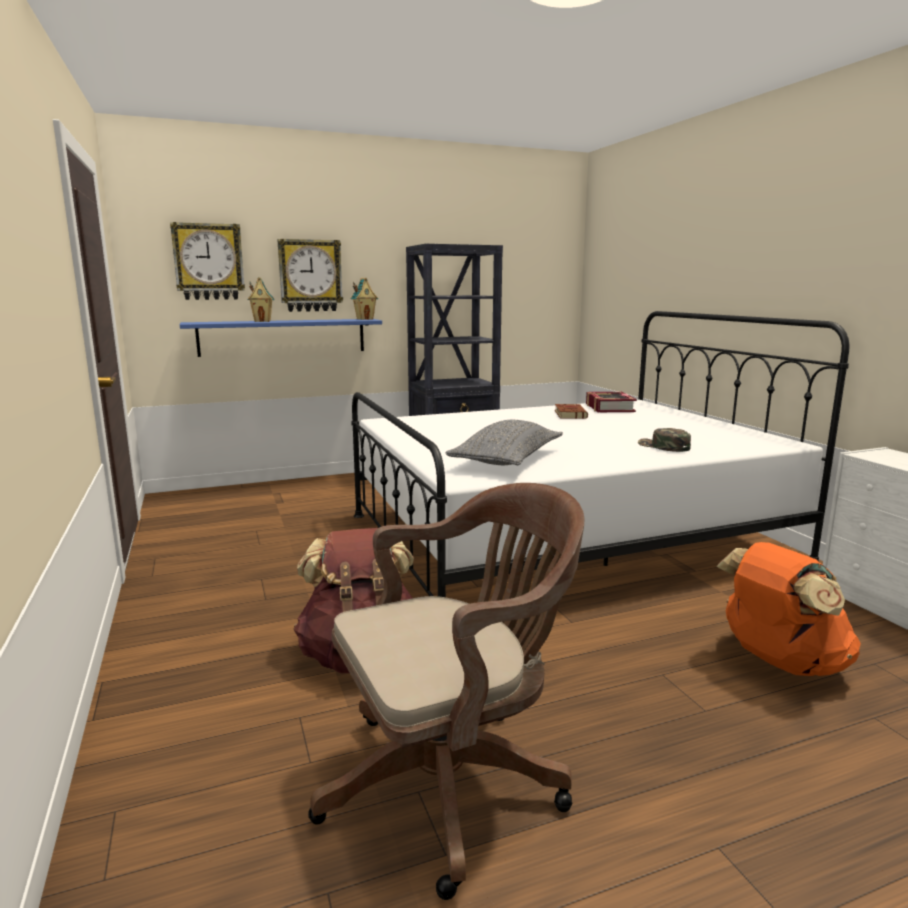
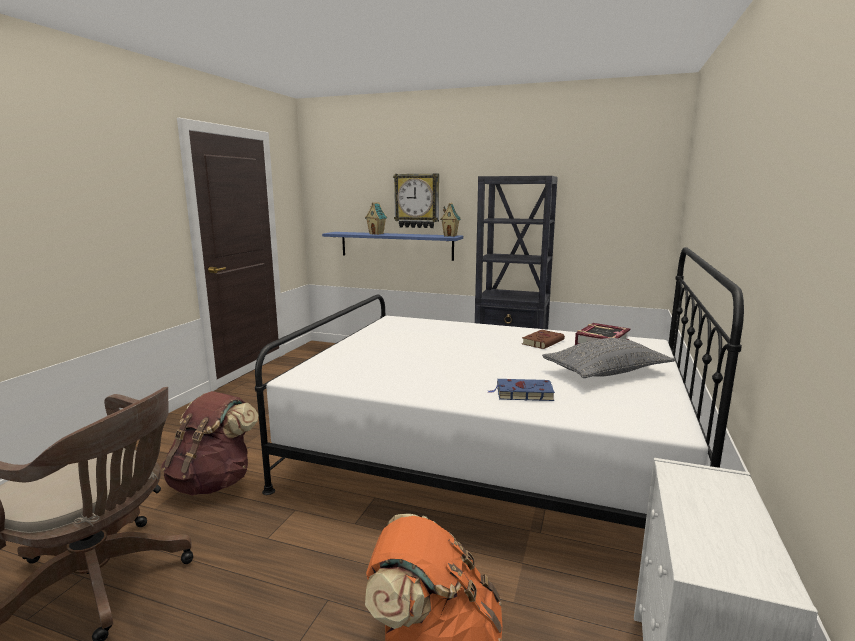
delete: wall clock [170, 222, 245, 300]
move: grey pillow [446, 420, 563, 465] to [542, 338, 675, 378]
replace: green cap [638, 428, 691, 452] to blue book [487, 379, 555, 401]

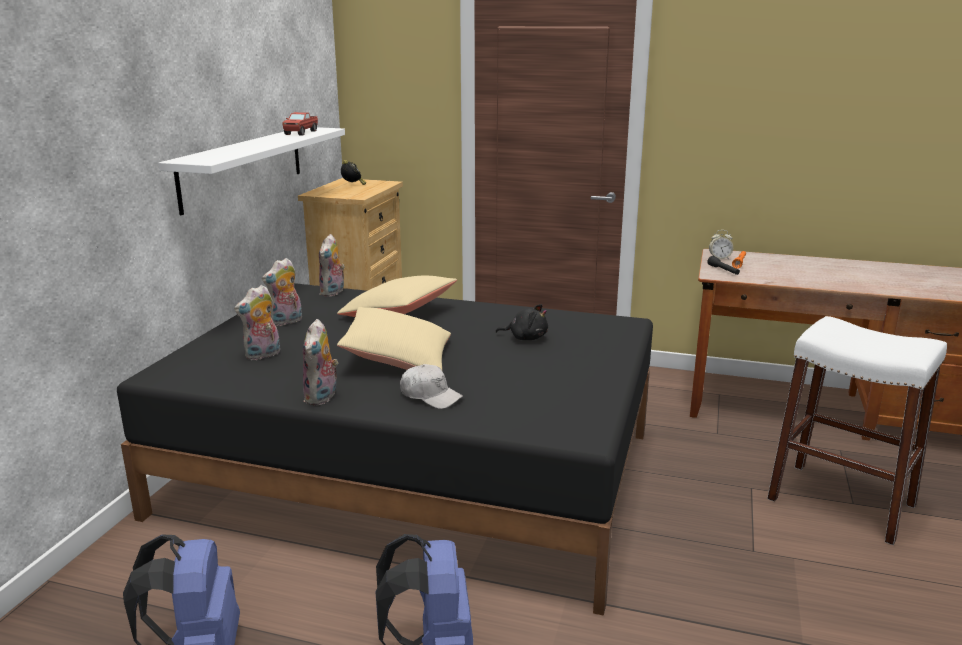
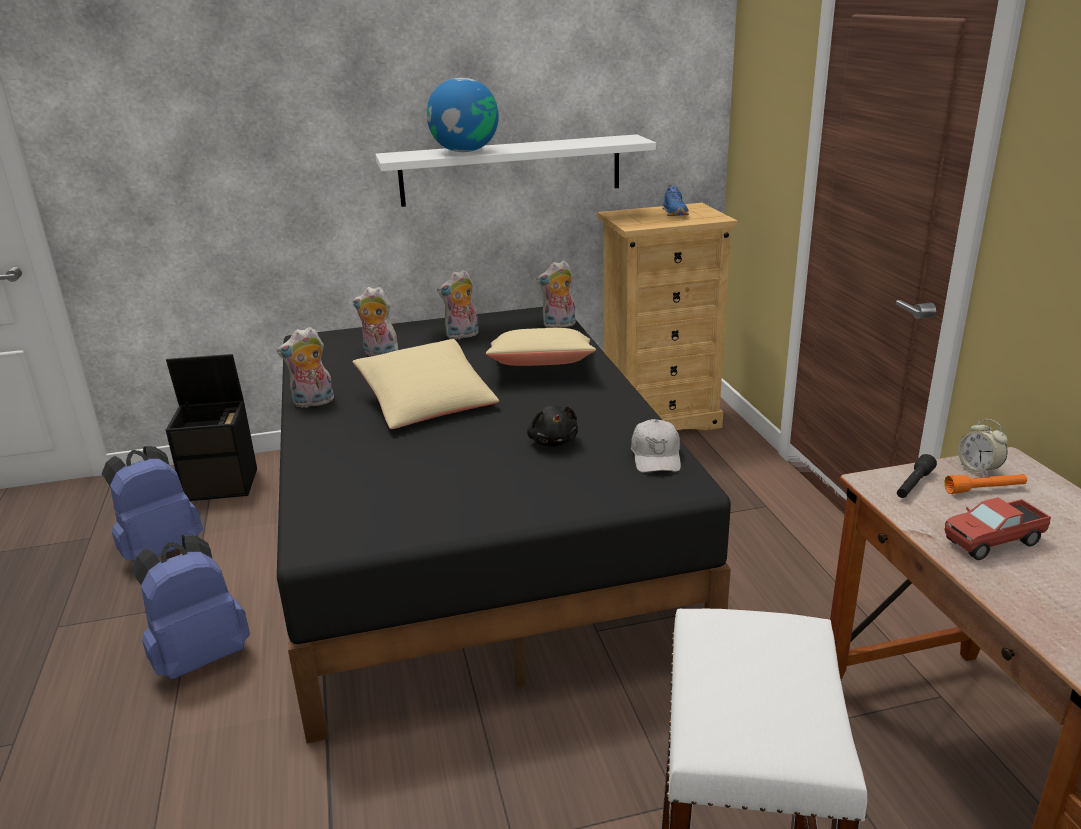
insert: black storage box [166, 354, 257, 501]; globe [426, 78, 499, 152]
move: white cap [400, 364, 463, 409] to [631, 419, 681, 473]; toy truck [282, 112, 318, 136] to [944, 497, 1051, 560]
replace: alarm clock [341, 160, 366, 185] to blue shoe [662, 184, 689, 216]
rotate: plush toy [262, 258, 302, 326] = [437, 270, 478, 340] 45 degrees counterclockwise

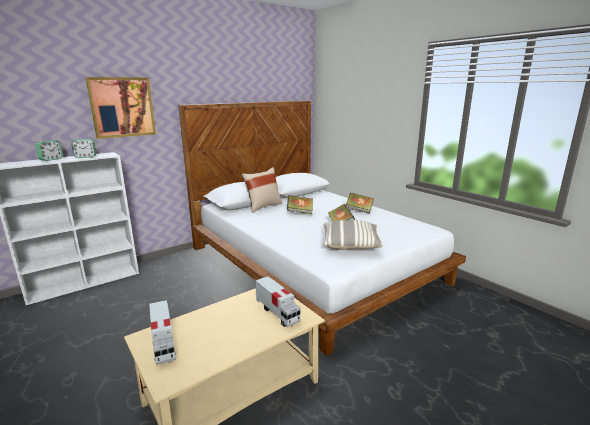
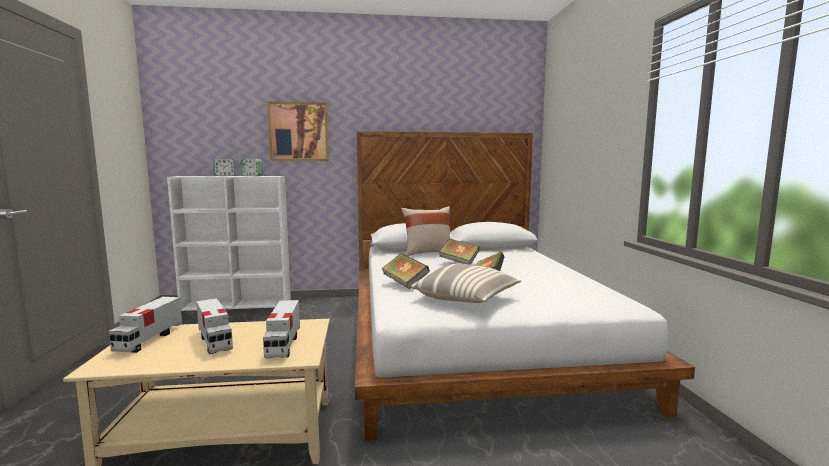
insert: toy truck [196, 298, 233, 354]
move: book [346, 193, 374, 214] to [381, 253, 430, 289]

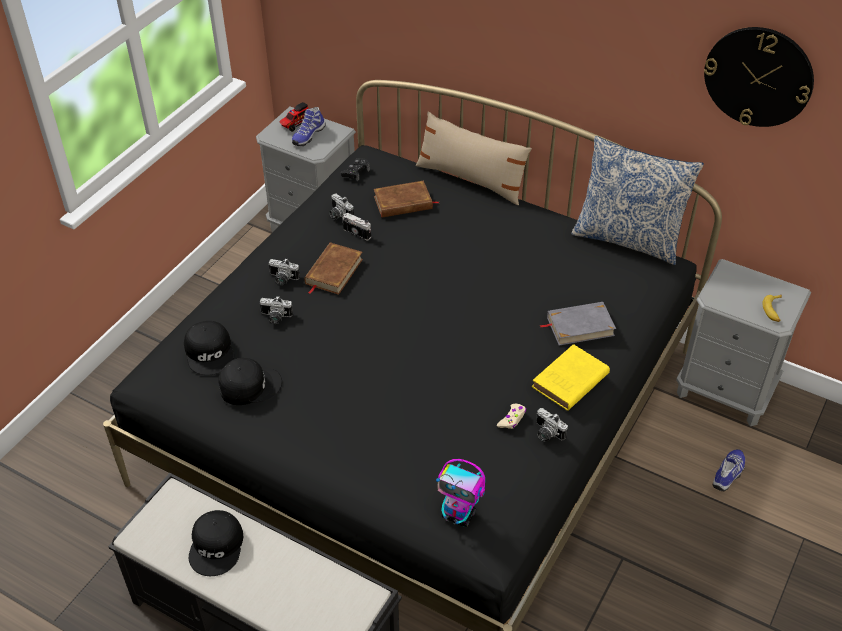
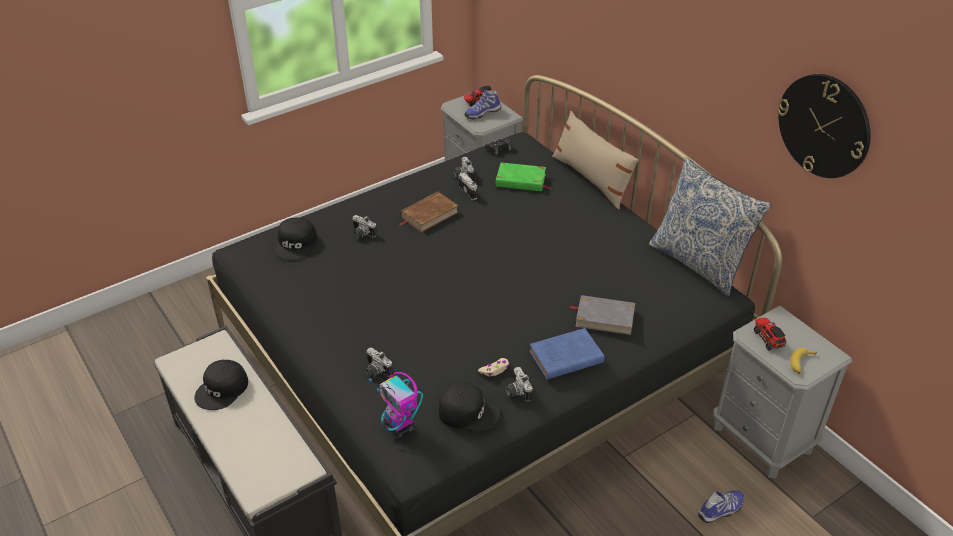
insert: toy truck [754, 318, 787, 351]
move: photo camera [269, 258, 300, 285] to [365, 347, 393, 377]; black cap [218, 358, 282, 405] to [439, 382, 501, 431]
recolor: brown book [374, 180, 439, 218] to green book [496, 162, 551, 191]; yellow book [532, 344, 610, 411] to blue book [529, 328, 604, 379]

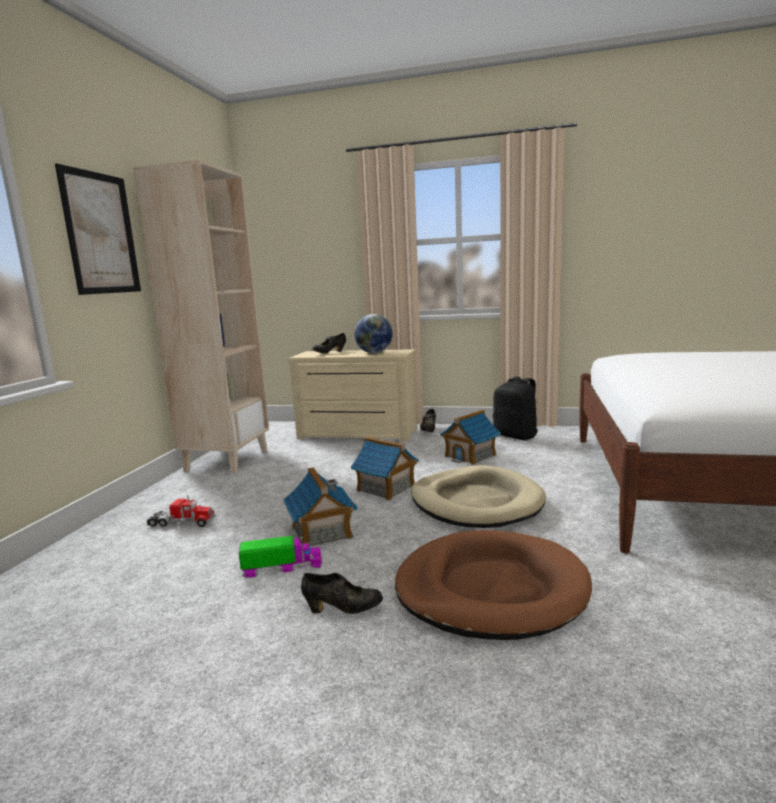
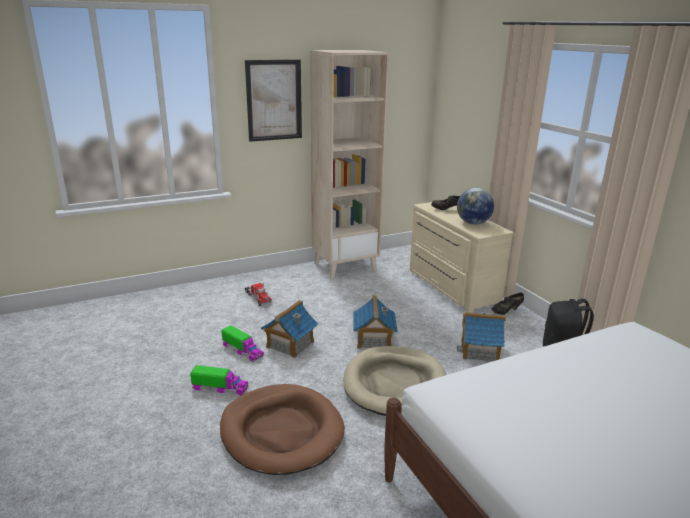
replace: black shoe [301, 573, 383, 614] to toy truck [190, 365, 249, 395]

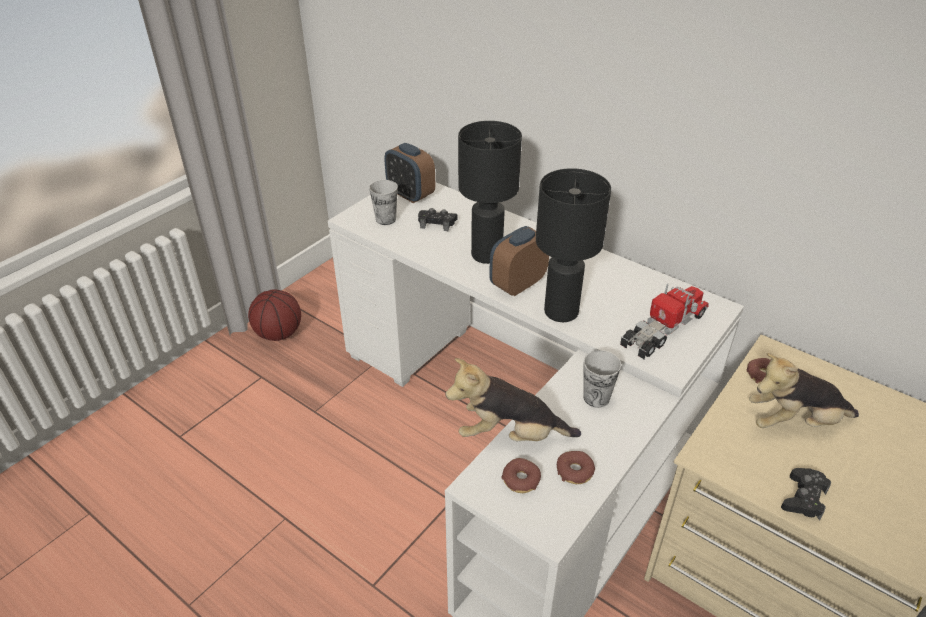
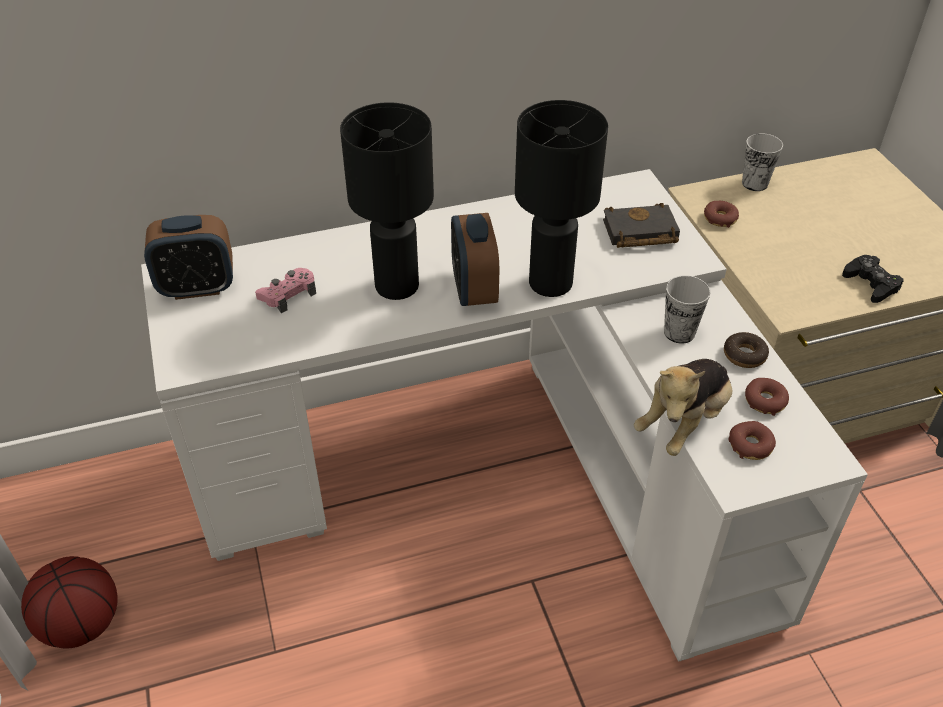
delete: plush toy [749, 353, 859, 428]
insert: donut [724, 332, 769, 368]
move: cup [369, 180, 398, 225] to [742, 133, 783, 191]
replace: toy truck [620, 284, 709, 360] to black book [603, 203, 680, 248]
recolor: black game controller [418, 208, 457, 231] to pink game controller [255, 268, 316, 314]

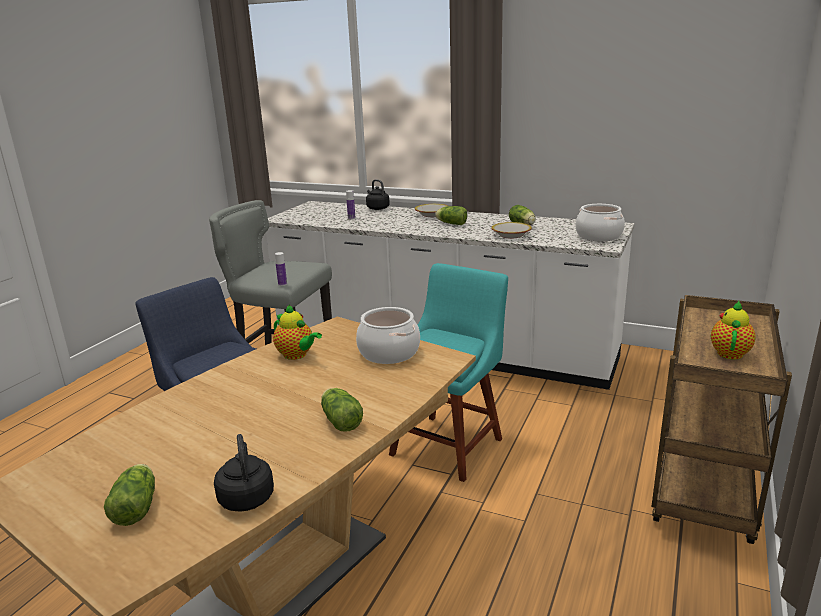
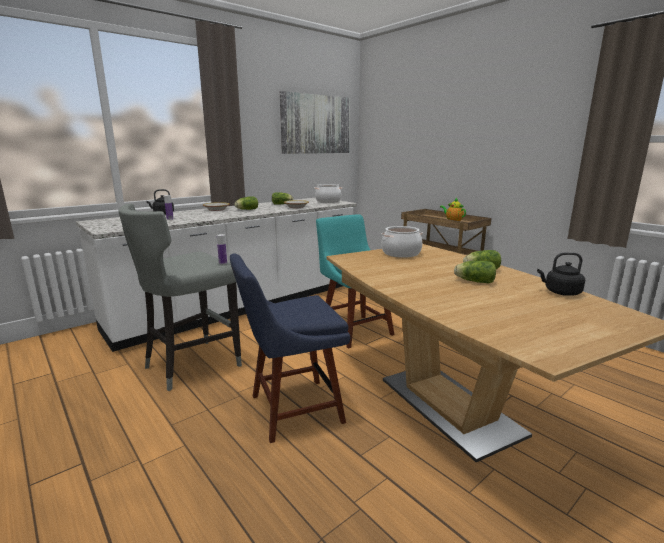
delete: teapot [273, 305, 322, 360]
insert: picture [280, 91, 350, 154]
move: lettuce [104, 464, 155, 526] to [454, 261, 496, 283]

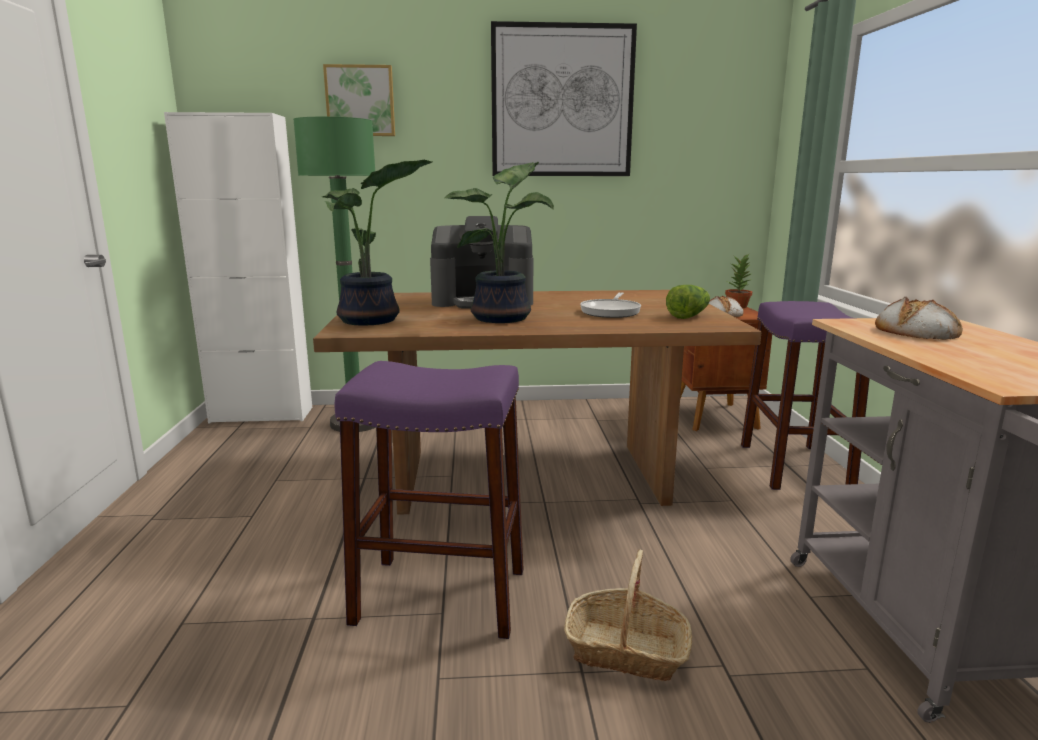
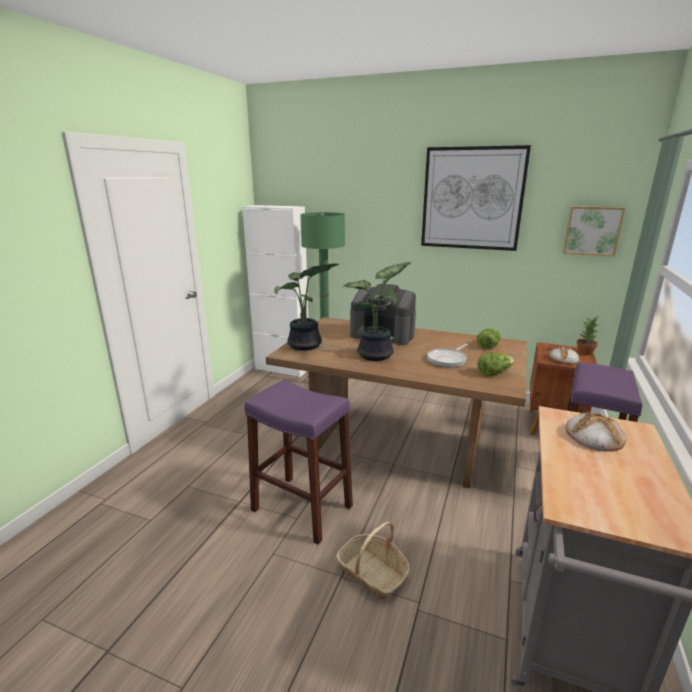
insert: lettuce [477, 329, 500, 349]
move: picture [323, 64, 395, 136] to [563, 206, 625, 257]

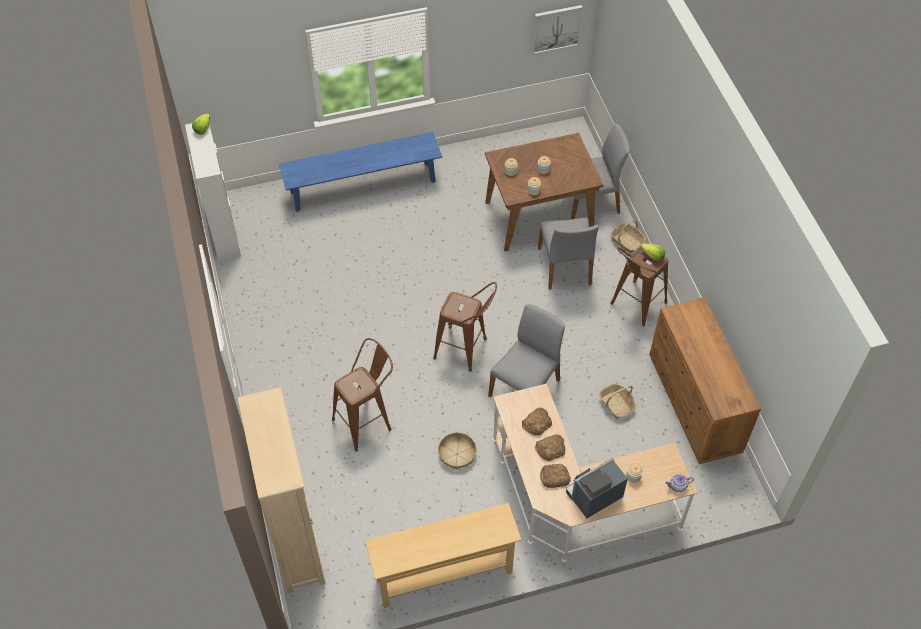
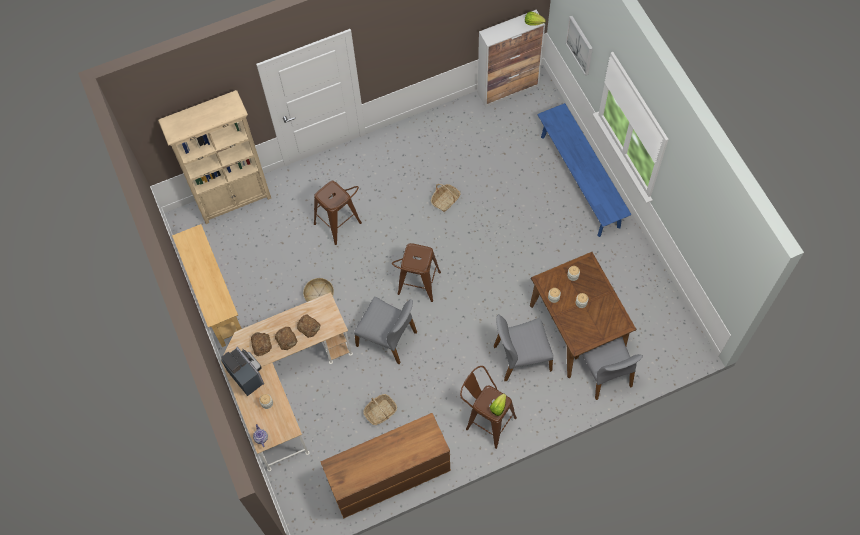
move: basket [611, 220, 646, 253] to [431, 184, 461, 212]; picture [532, 5, 583, 54] to [566, 16, 593, 76]

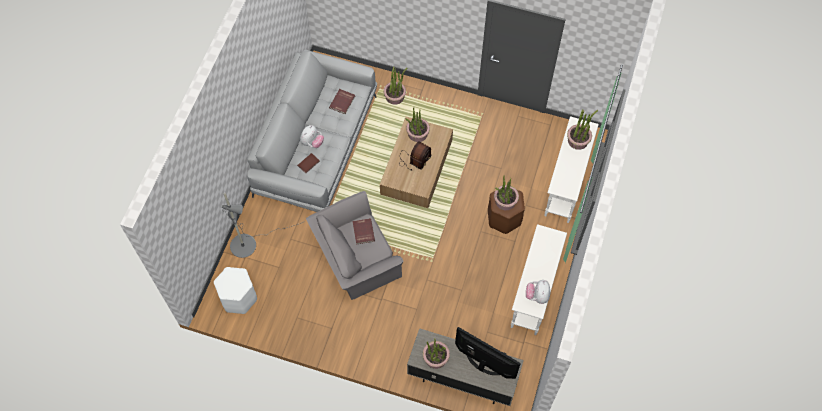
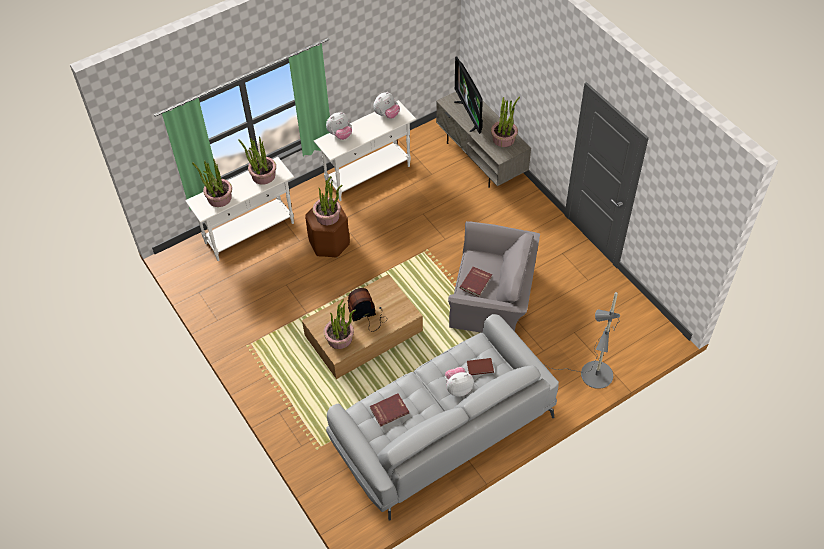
delete: white stool [214, 267, 257, 314]
insert: plush toy [326, 112, 352, 140]
move: potted plant [383, 67, 407, 105] to [238, 136, 276, 185]

